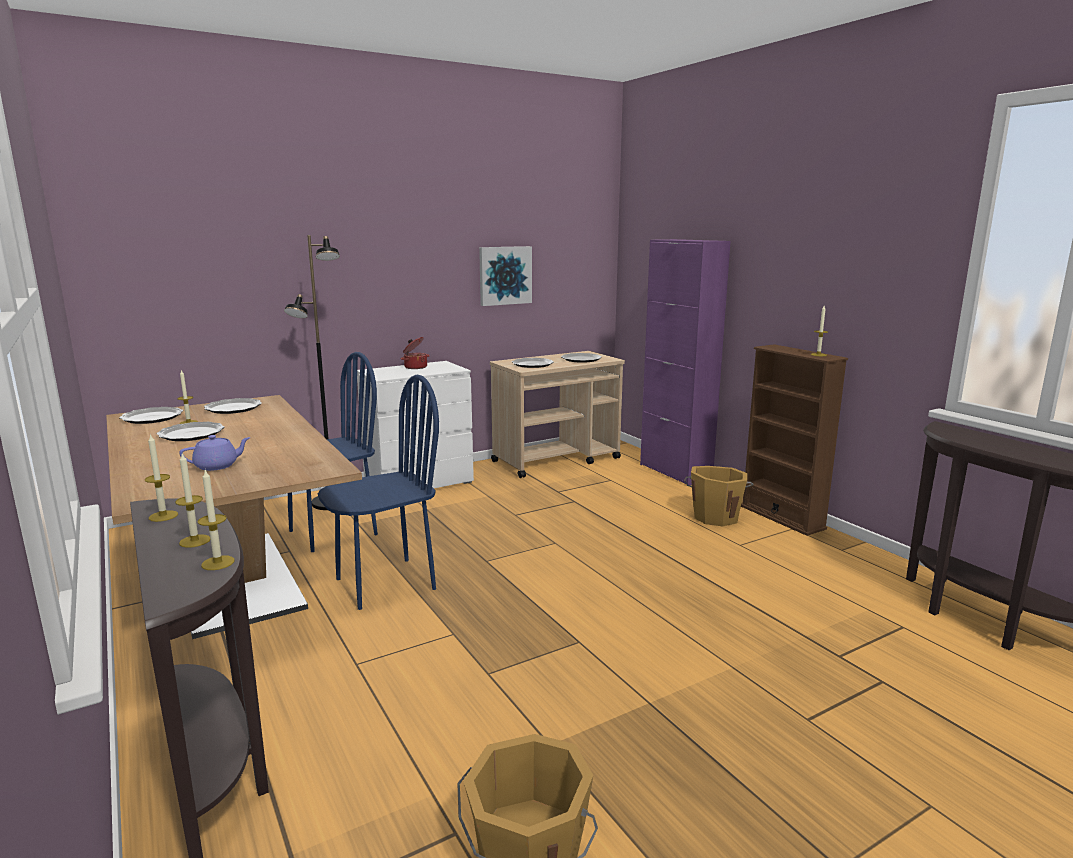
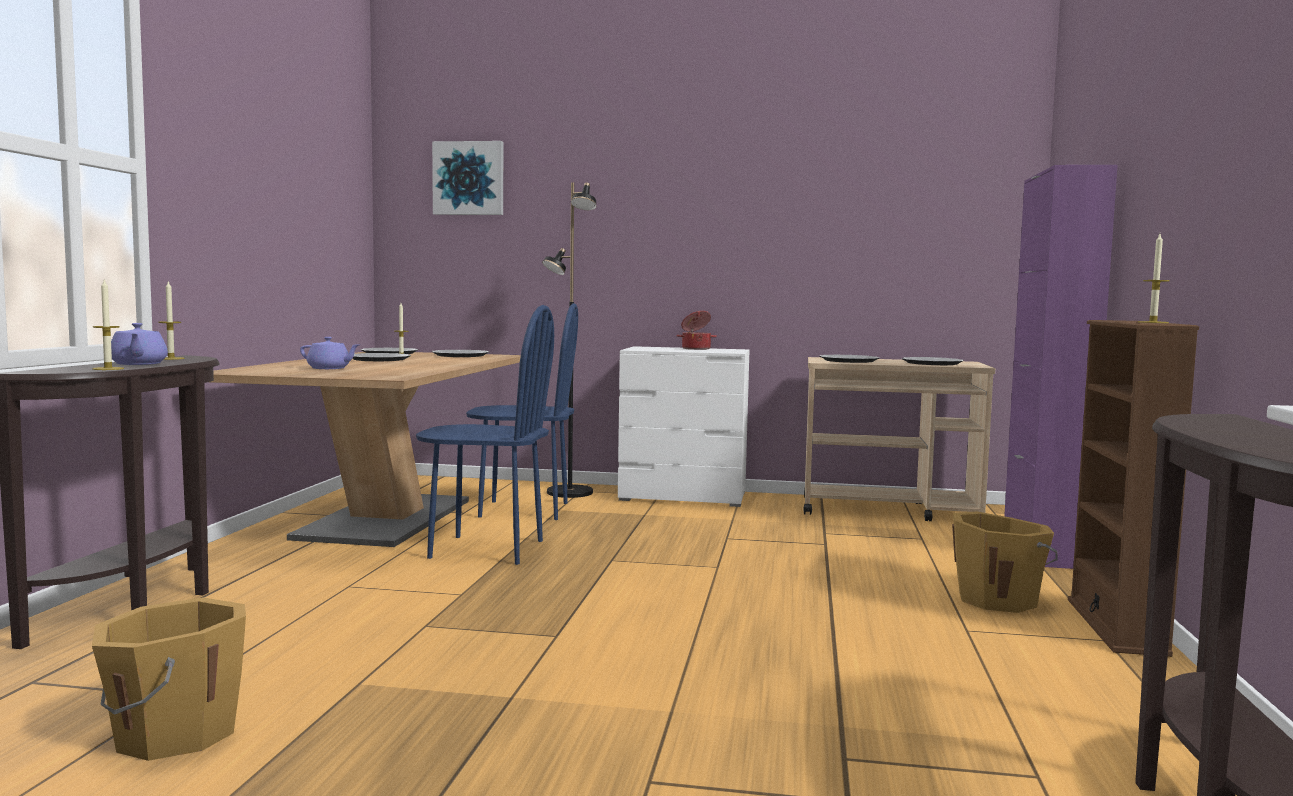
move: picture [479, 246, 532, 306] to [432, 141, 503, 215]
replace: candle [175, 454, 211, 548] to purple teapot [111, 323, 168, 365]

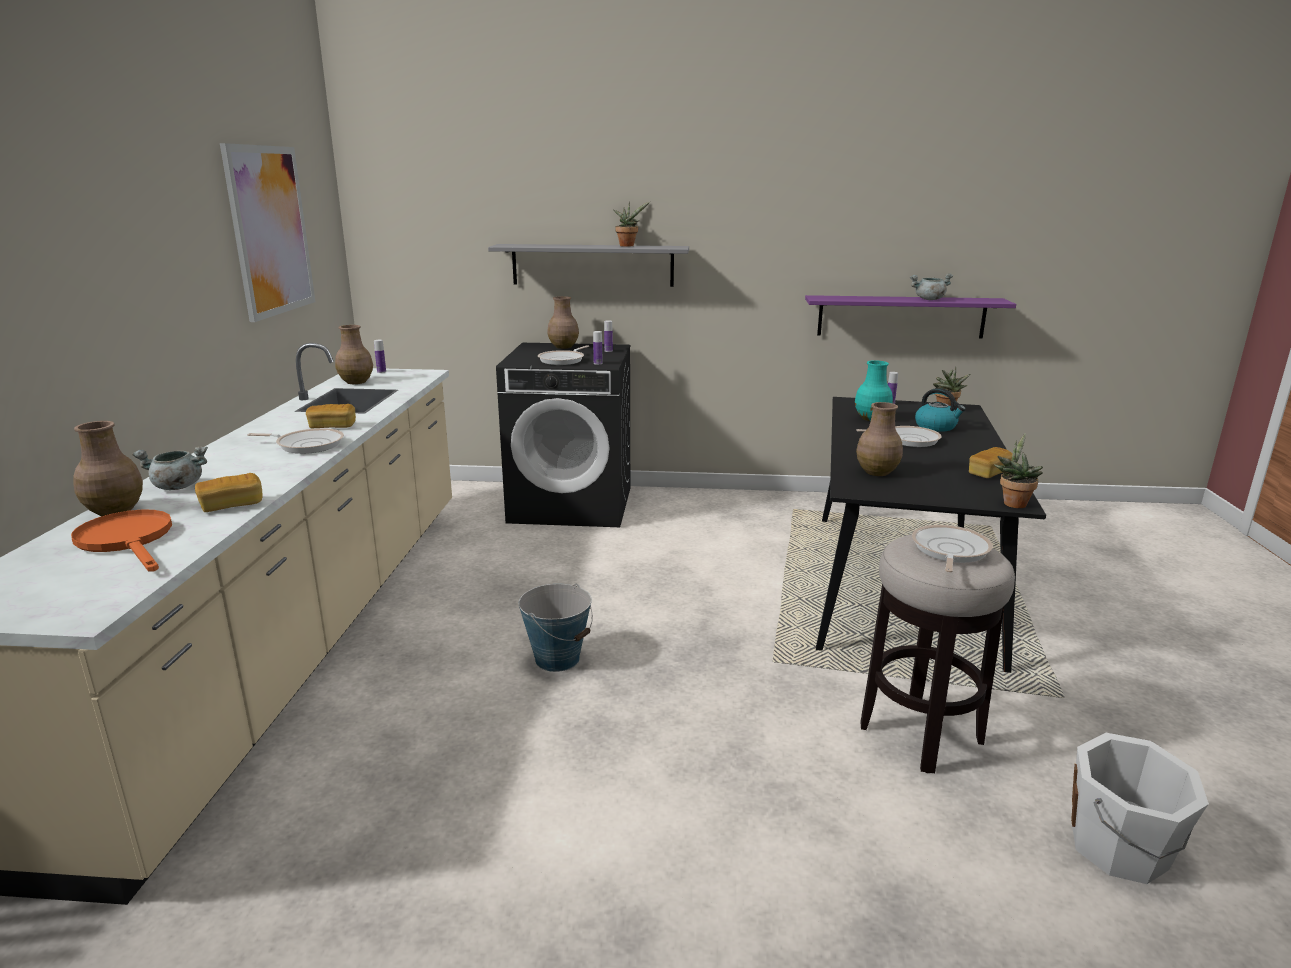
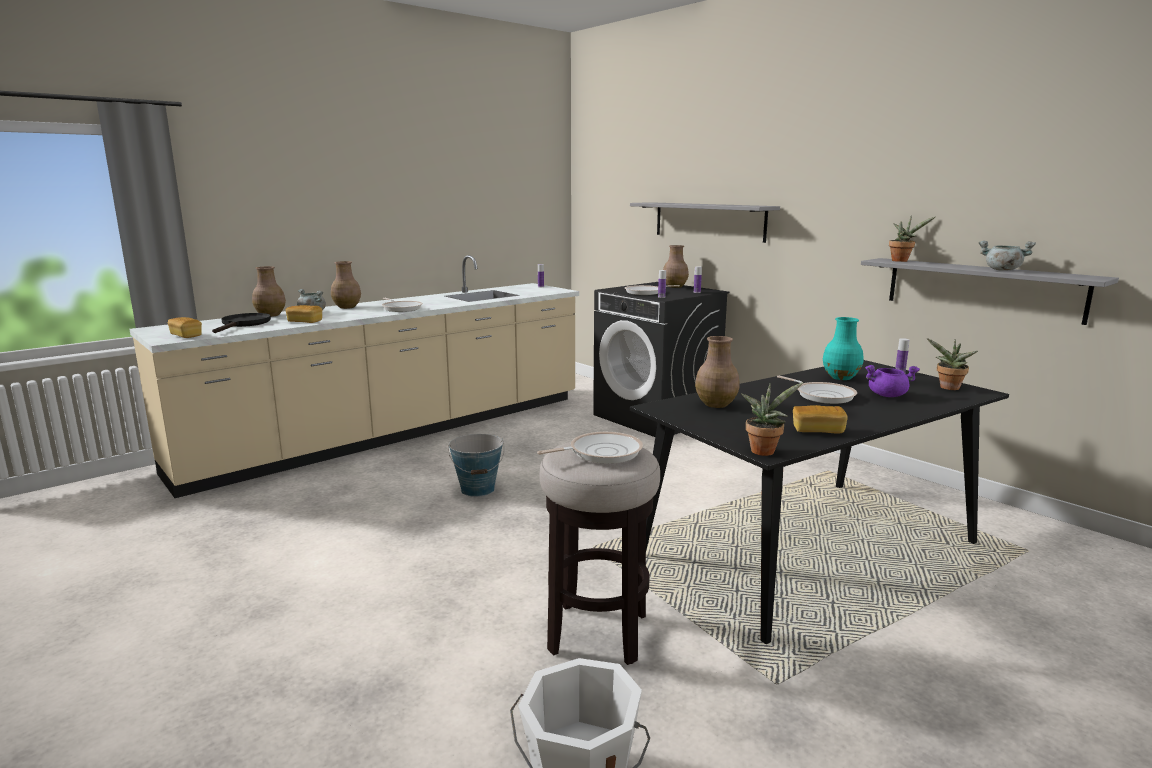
delete: picture [220, 143, 315, 322]
move: bread [306, 404, 356, 428] to [168, 317, 202, 338]; brown vase [335, 325, 373, 384] to [331, 261, 361, 309]; potted plant [613, 201, 650, 247] to [889, 216, 936, 262]
replace: kettle [915, 388, 966, 432] to purple cooking pot [865, 365, 920, 397]
recolor: orange frying pan [71, 510, 172, 572] to black frying pan [212, 313, 271, 333]; purple shelf [805, 295, 1016, 338] to grey shelf [861, 258, 1119, 325]

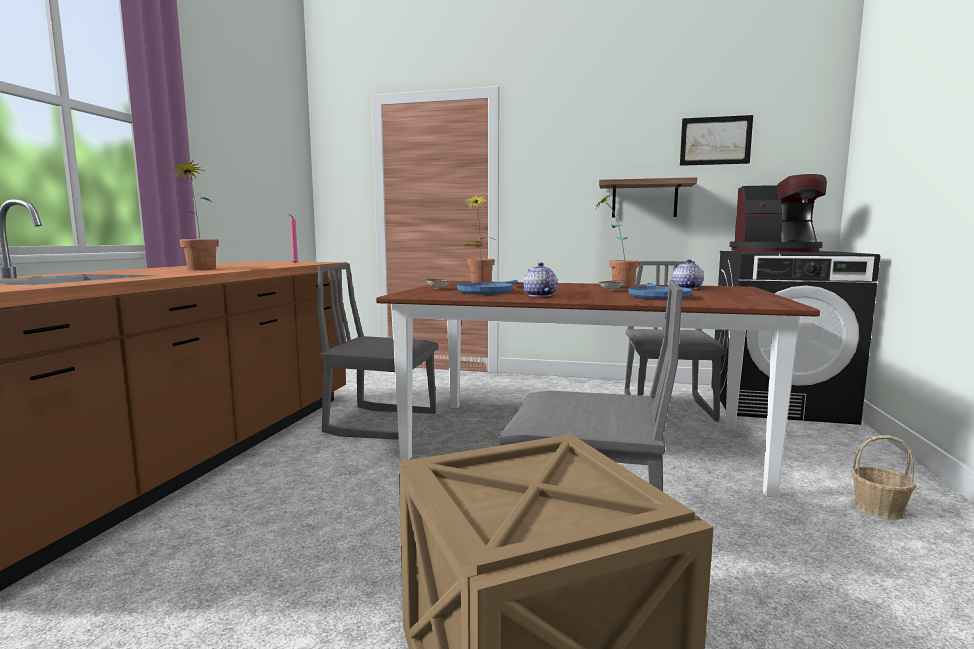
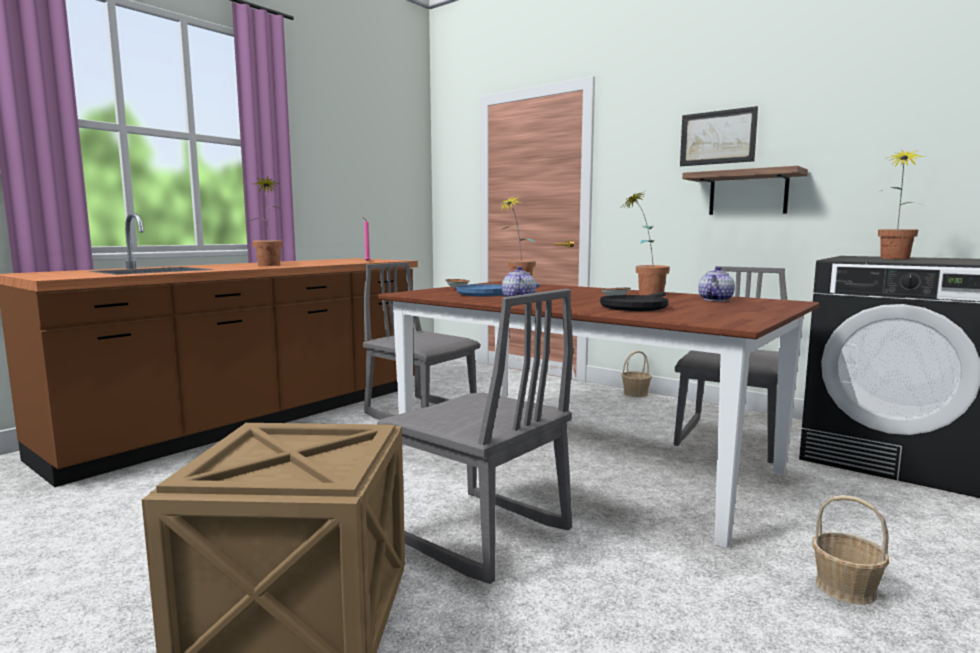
insert: basket [621, 351, 652, 397]
move: picture [680, 115, 753, 166] to [680, 106, 758, 166]
replace: coffee machine [730, 174, 827, 252] to potted plant [878, 150, 925, 259]
recolor: blue frying pan [628, 283, 692, 300] to black frying pan [600, 292, 668, 311]

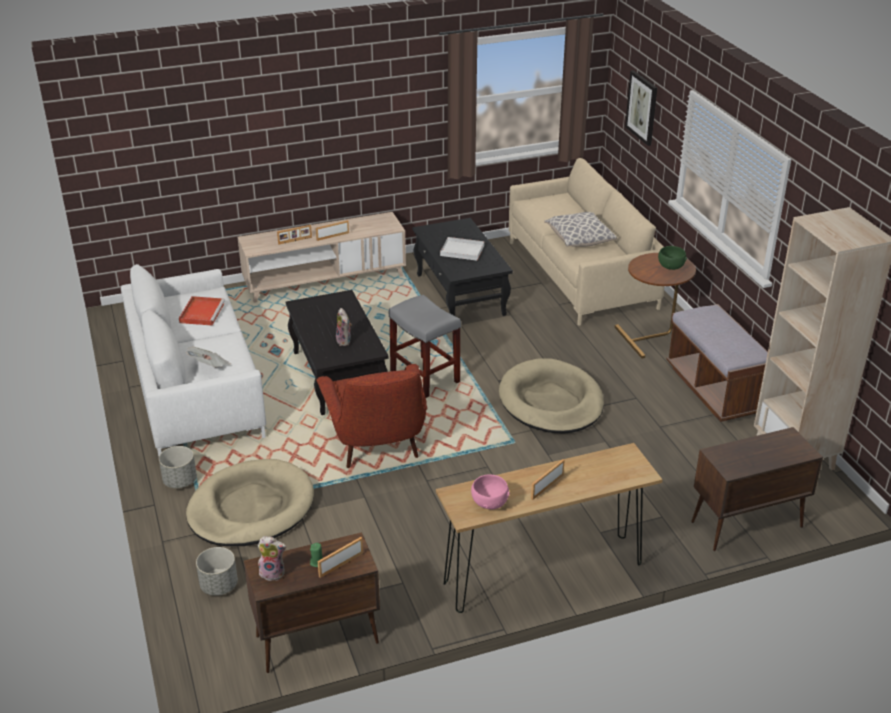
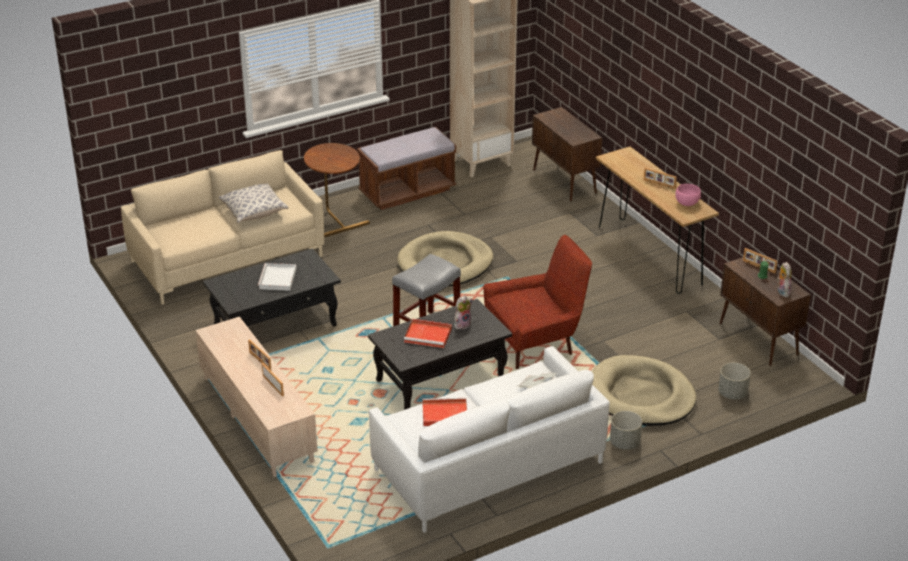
delete: picture [625, 70, 657, 146]; green bowl [658, 246, 687, 270]
insert: red tray [404, 319, 452, 348]

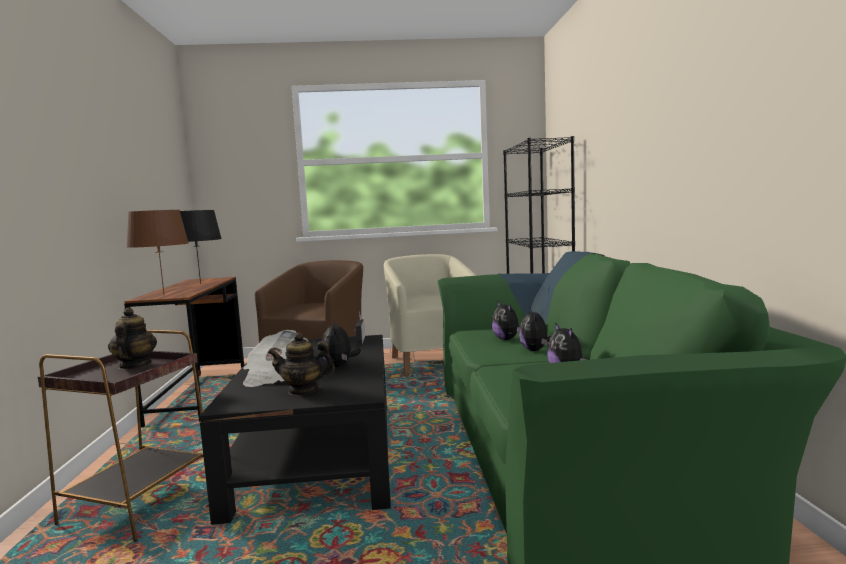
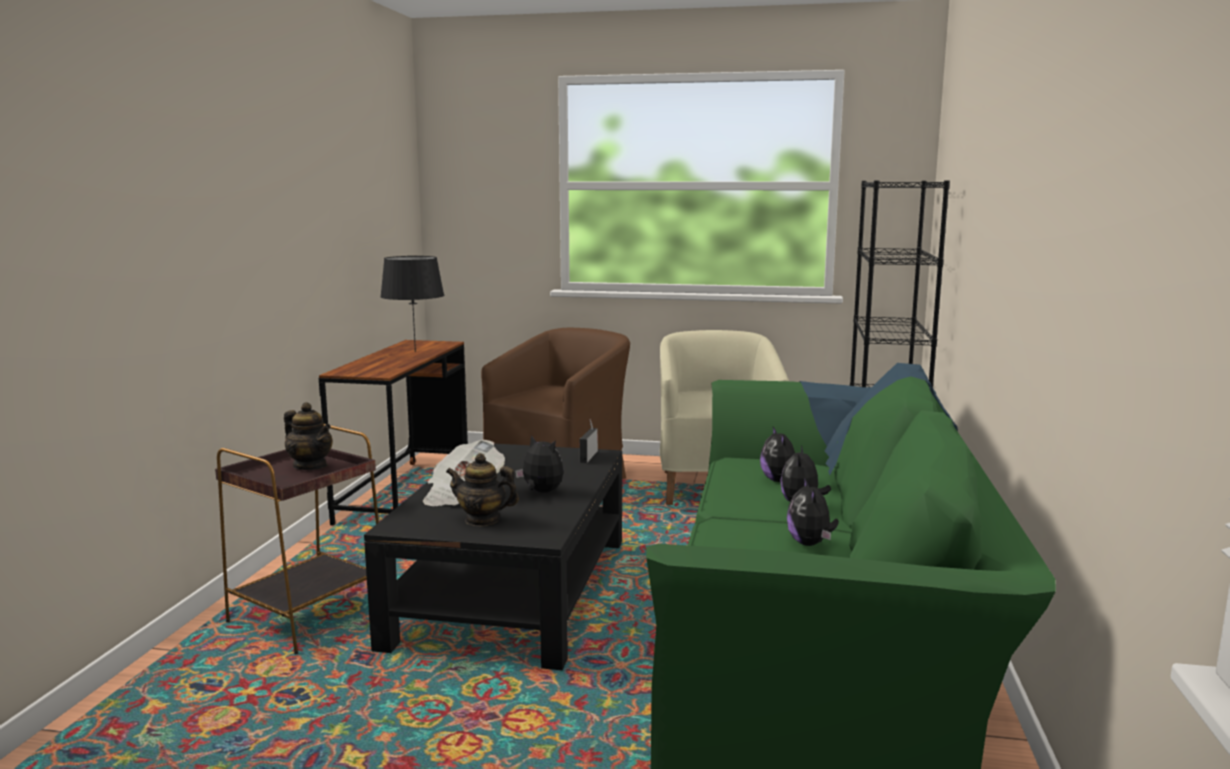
delete: brown table lamp [127, 210, 188, 293]
rotate: teapot [108, 308, 157, 370] = [284, 402, 333, 470] 120 degrees clockwise; plush toy [322, 321, 361, 367] = [515, 435, 563, 493] 120 degrees clockwise

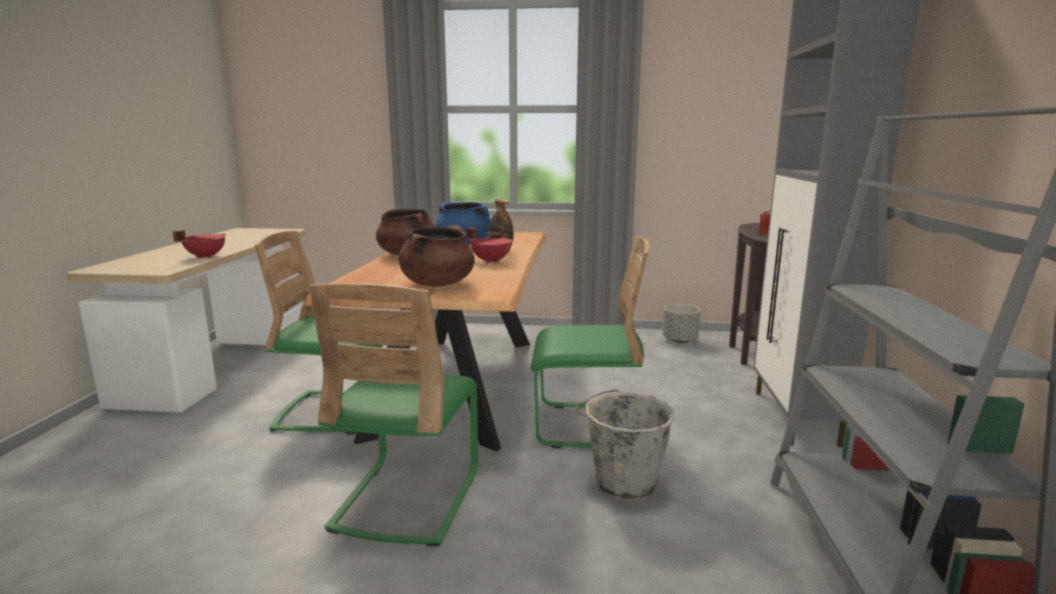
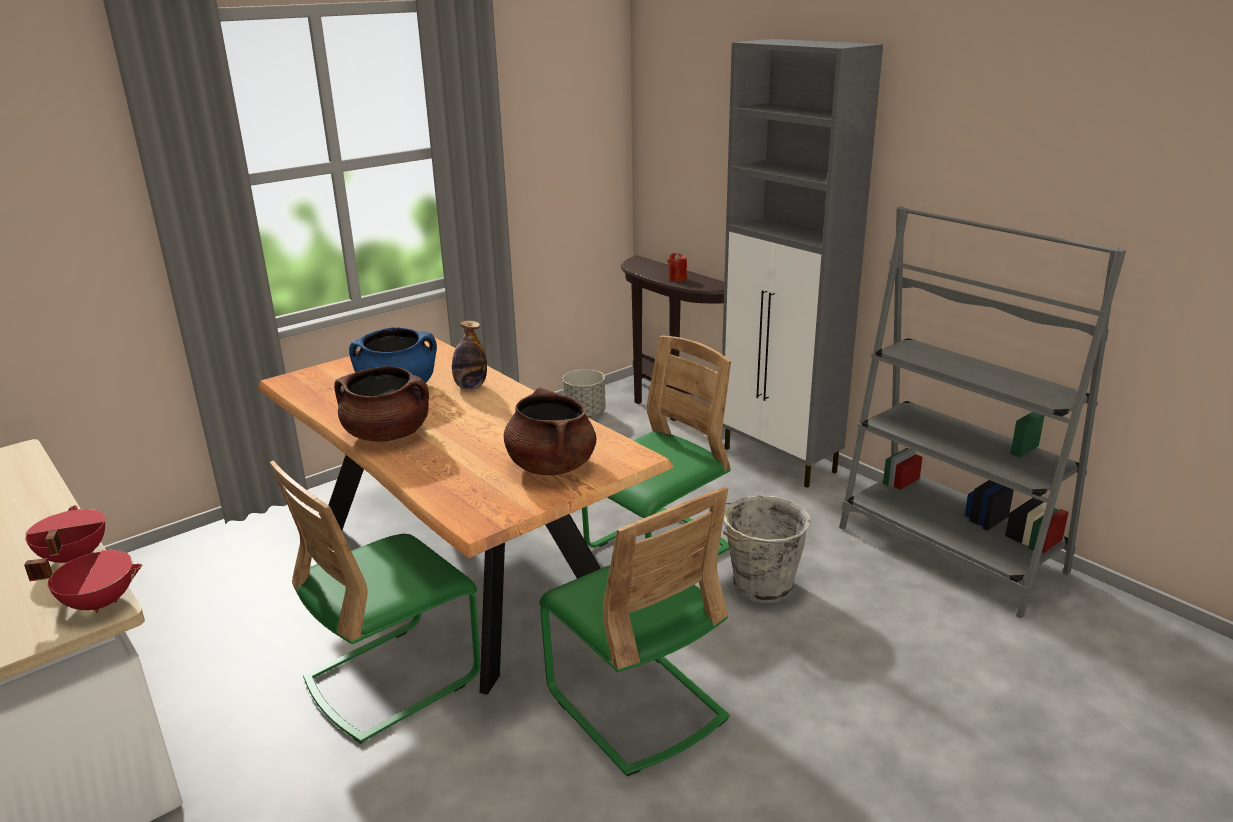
move: red cooking pot [466, 228, 513, 263] to [24, 550, 143, 614]

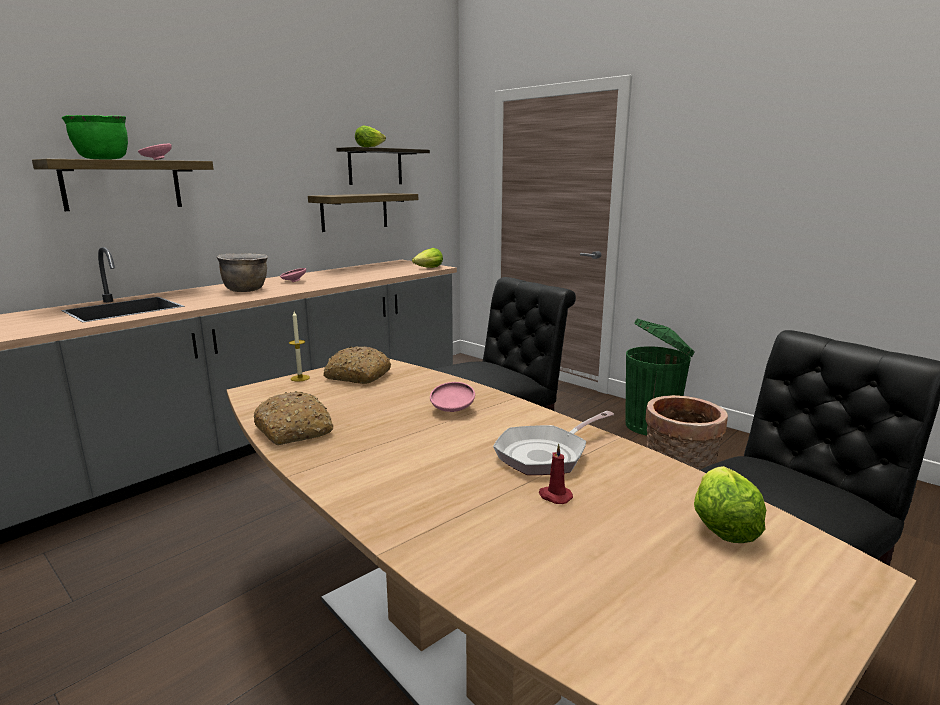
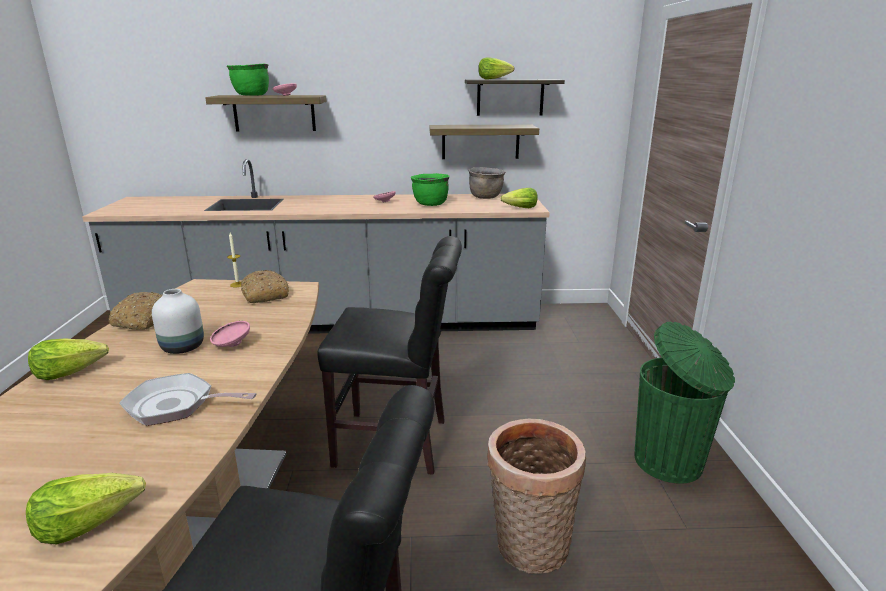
delete: red candle [539, 444, 573, 504]
insert: lettuce [28, 338, 109, 380]; white vase [152, 289, 204, 354]; green cooking pot [411, 173, 449, 206]
move: brown cooking pot [217, 253, 268, 292] to [468, 167, 505, 199]

